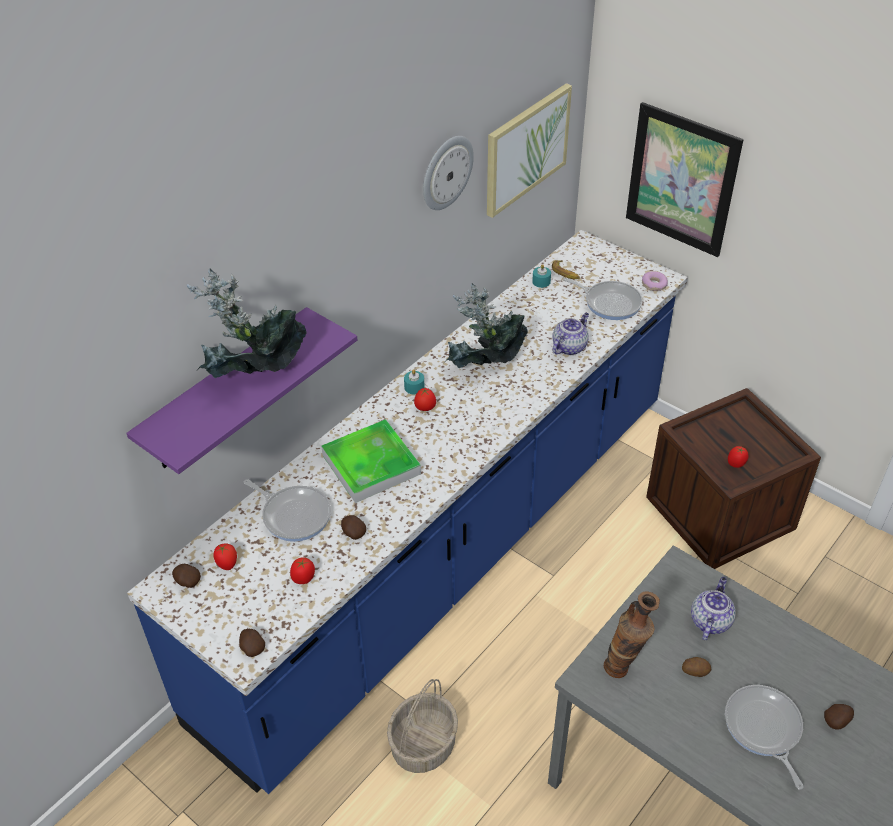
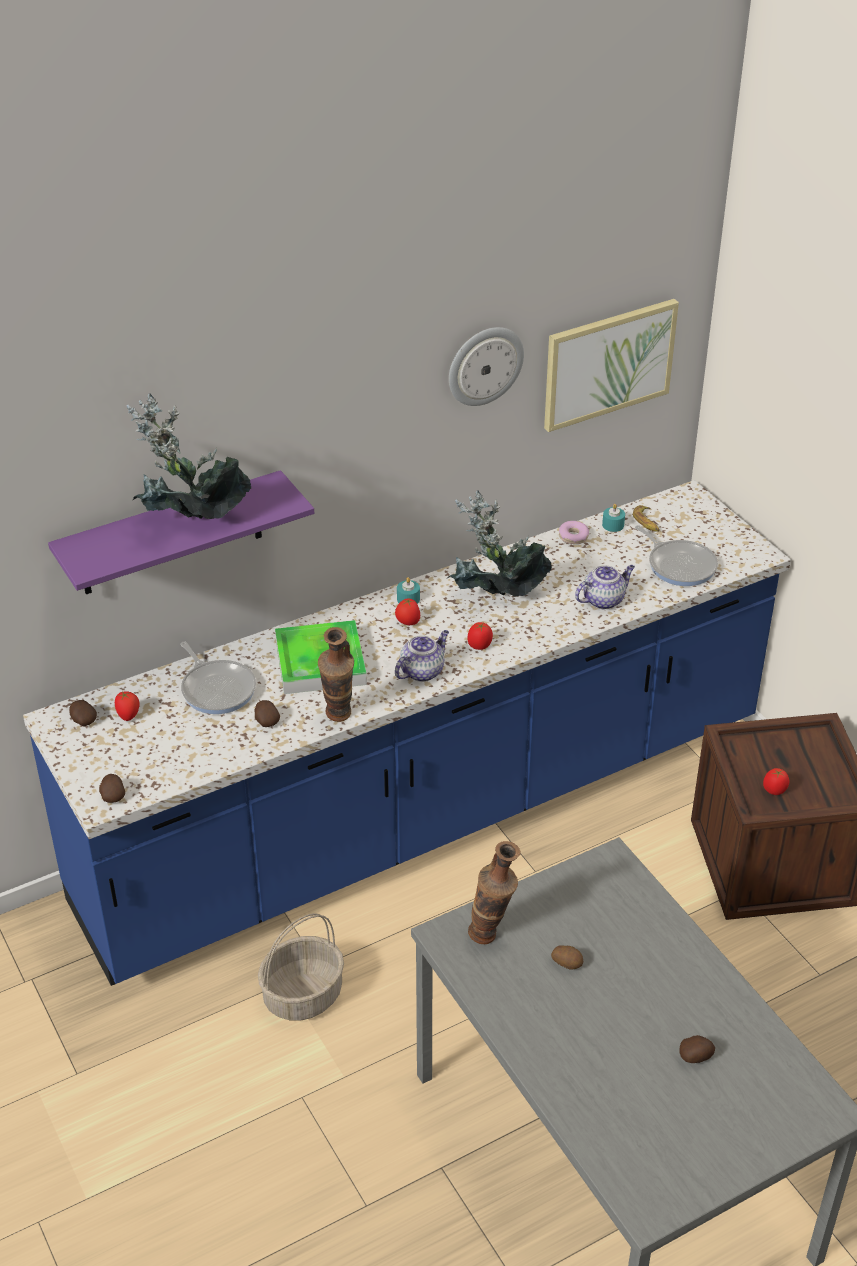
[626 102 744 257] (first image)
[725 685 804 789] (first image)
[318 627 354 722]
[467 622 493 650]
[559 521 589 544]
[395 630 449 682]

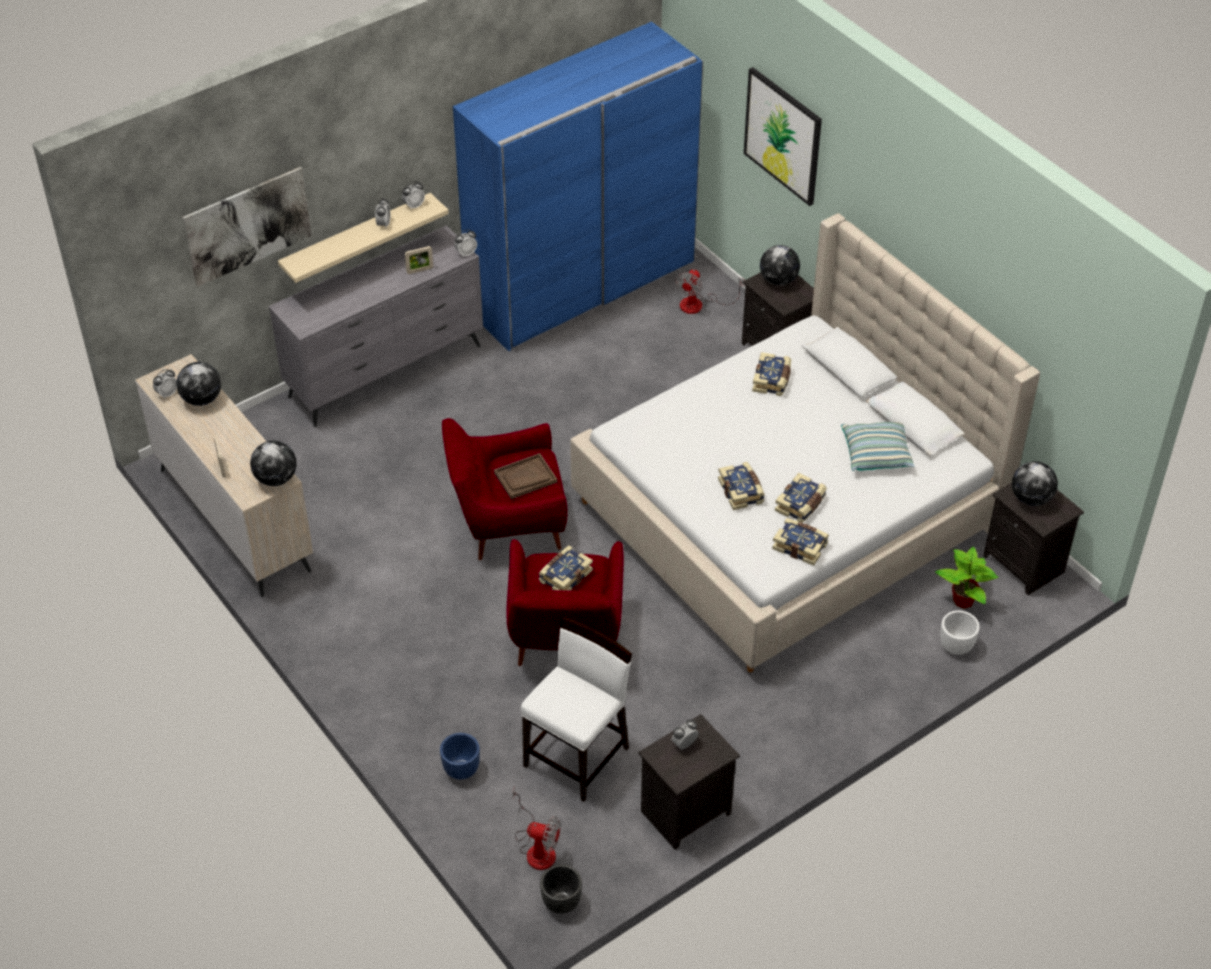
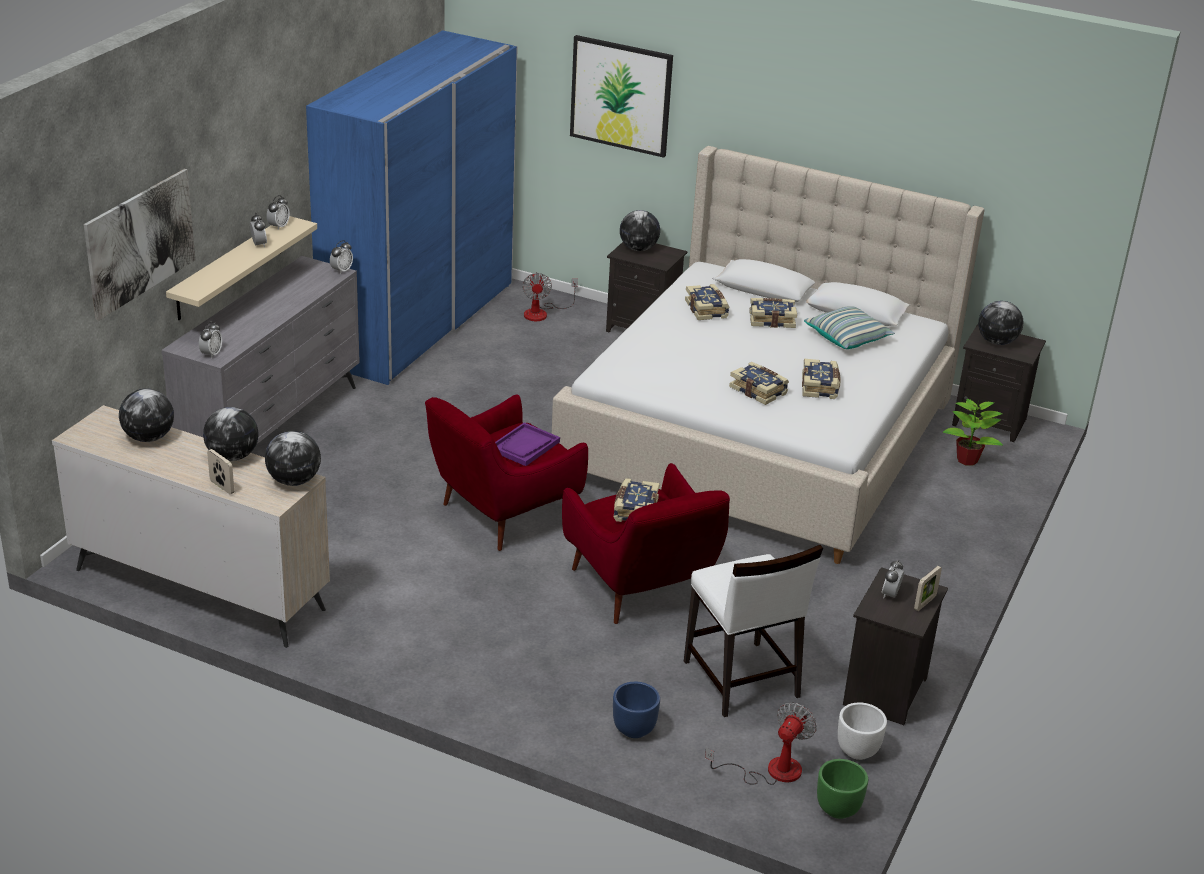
[203 407 259 461]
[199 321 222 359]
[914 566 942 611]
[749 298 797 328]
[838 702 887 760]
[495 422 560 466]
[817 759 868 819]
[705 702 817 785]
[684 545 823 717]

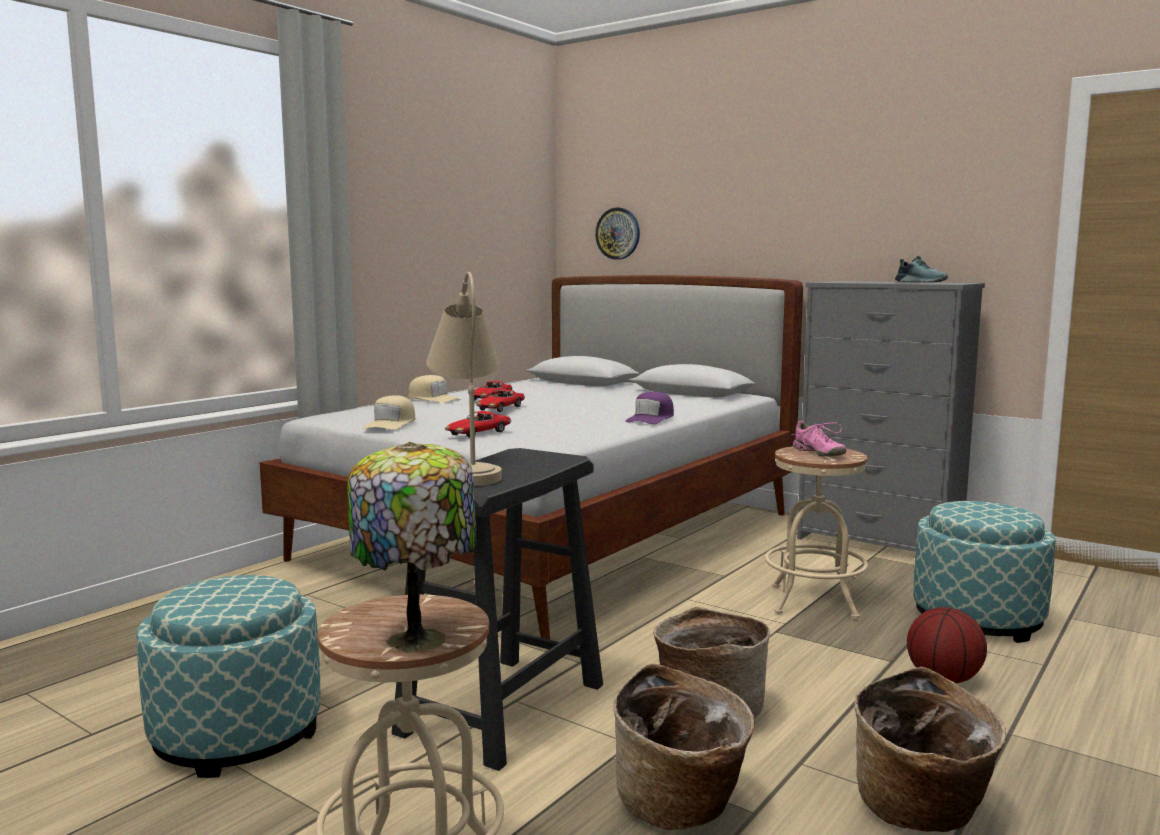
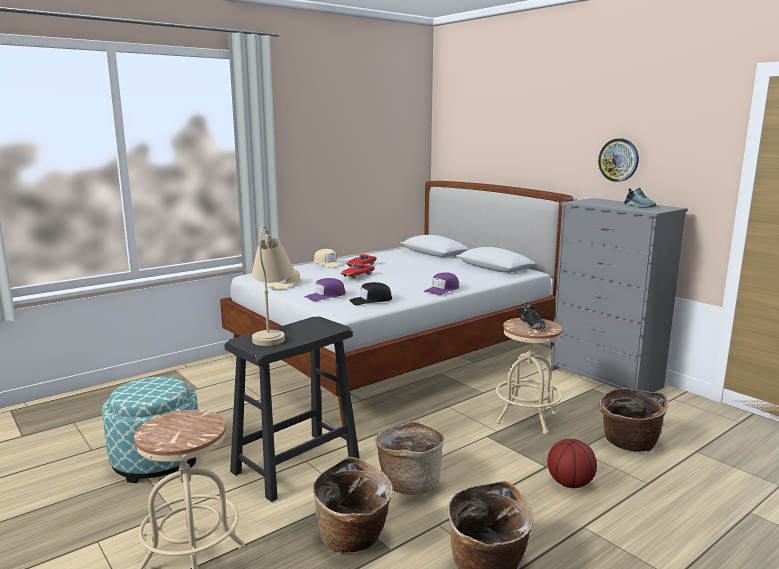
[347 442 476 653] (first image)
[350 282 392 305]
[598 138 639 182]
[305 278 346 301]
[599 388 668 452]
[516 302 548 329]

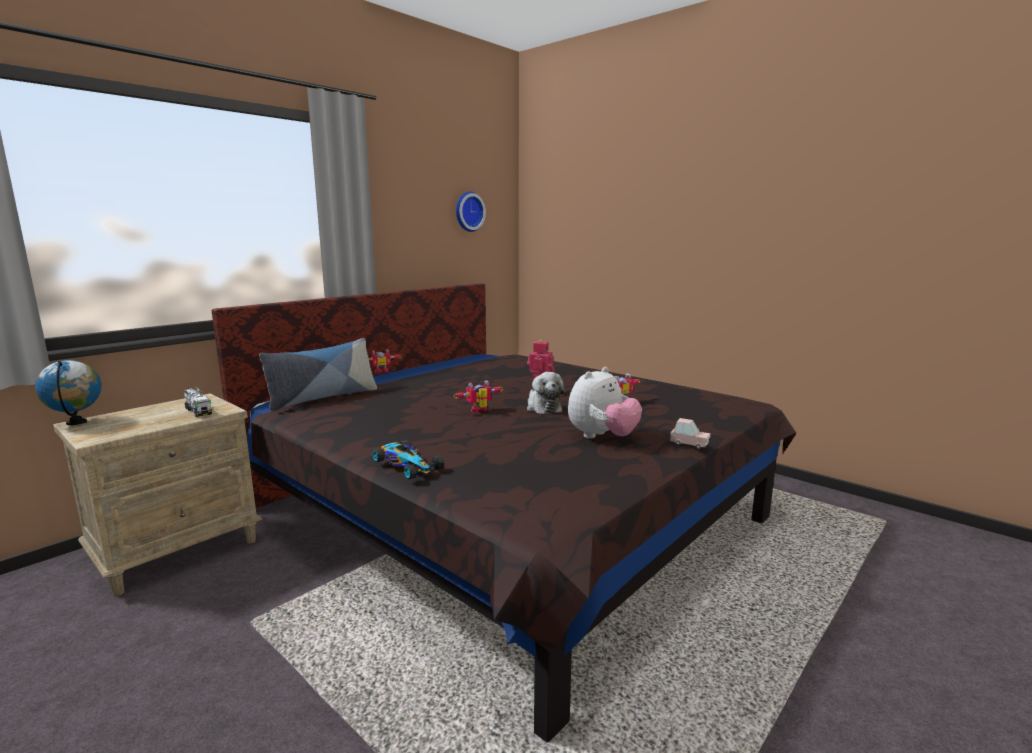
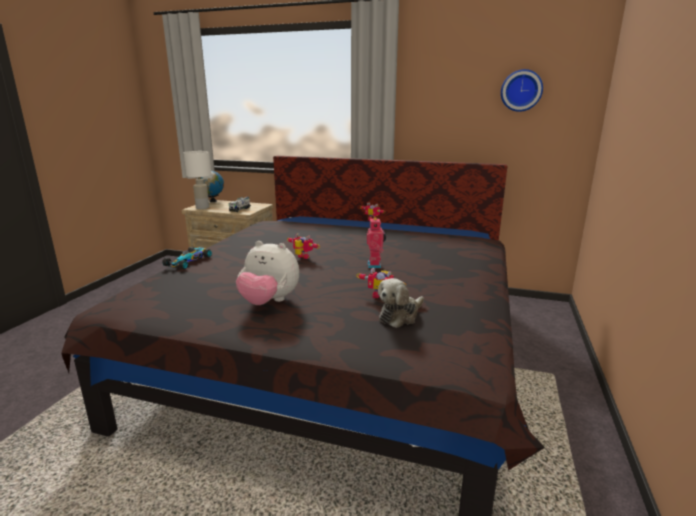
[259 338 377 411] (first image)
[670 418 710 449] (first image)
[184 151 212 209]
[378 278 424 328]

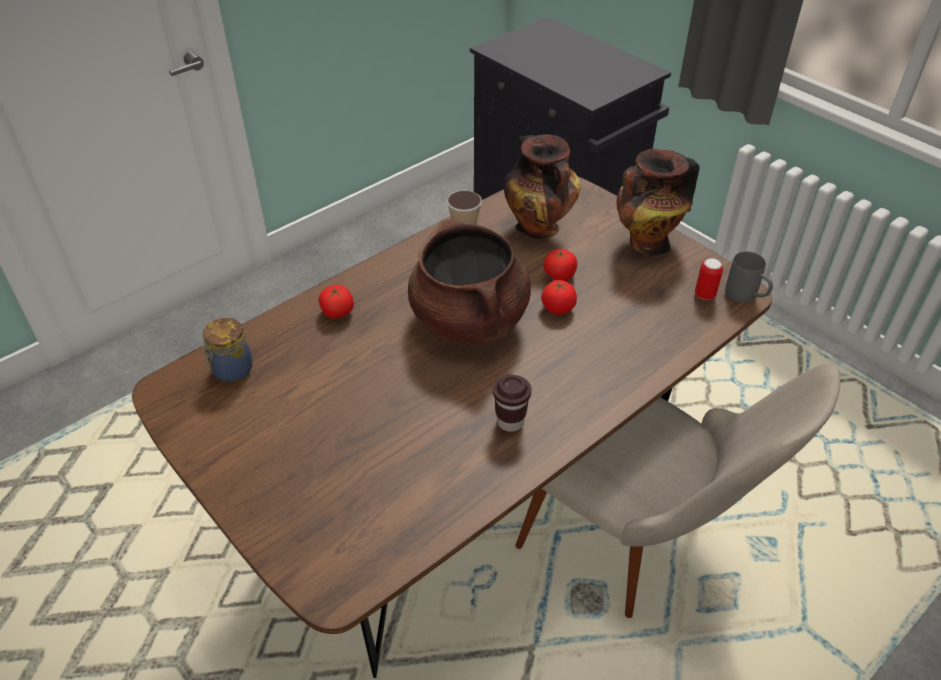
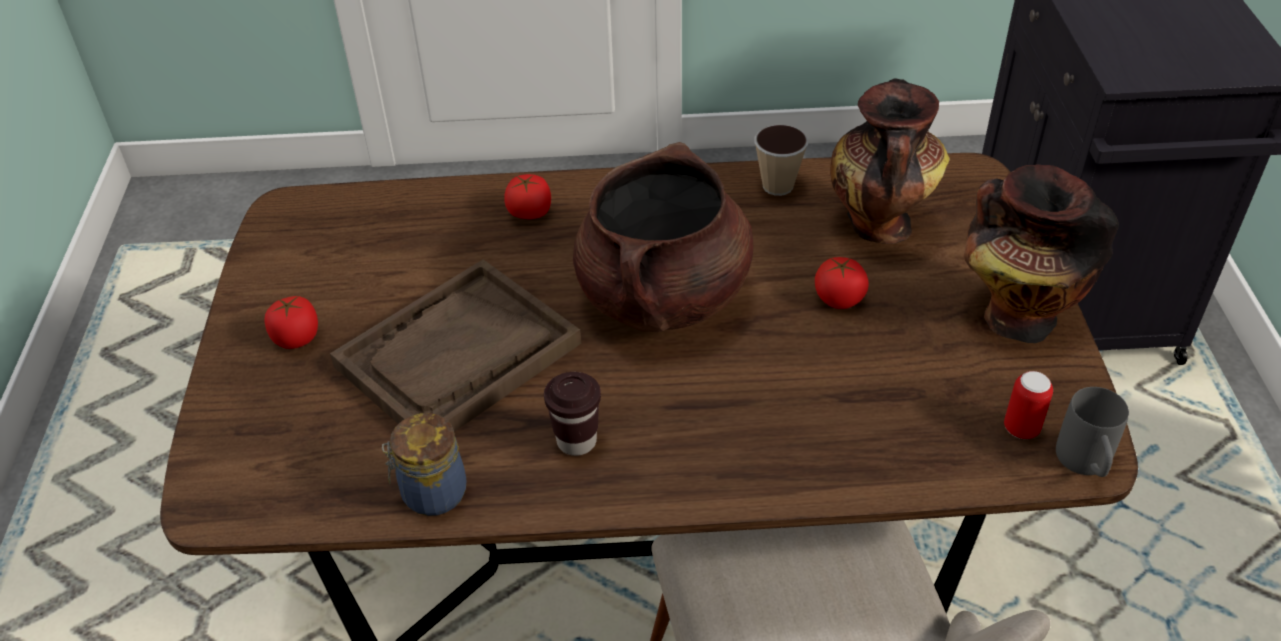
[330 259 581 432]
[382 413 467 516]
[264 296 318 349]

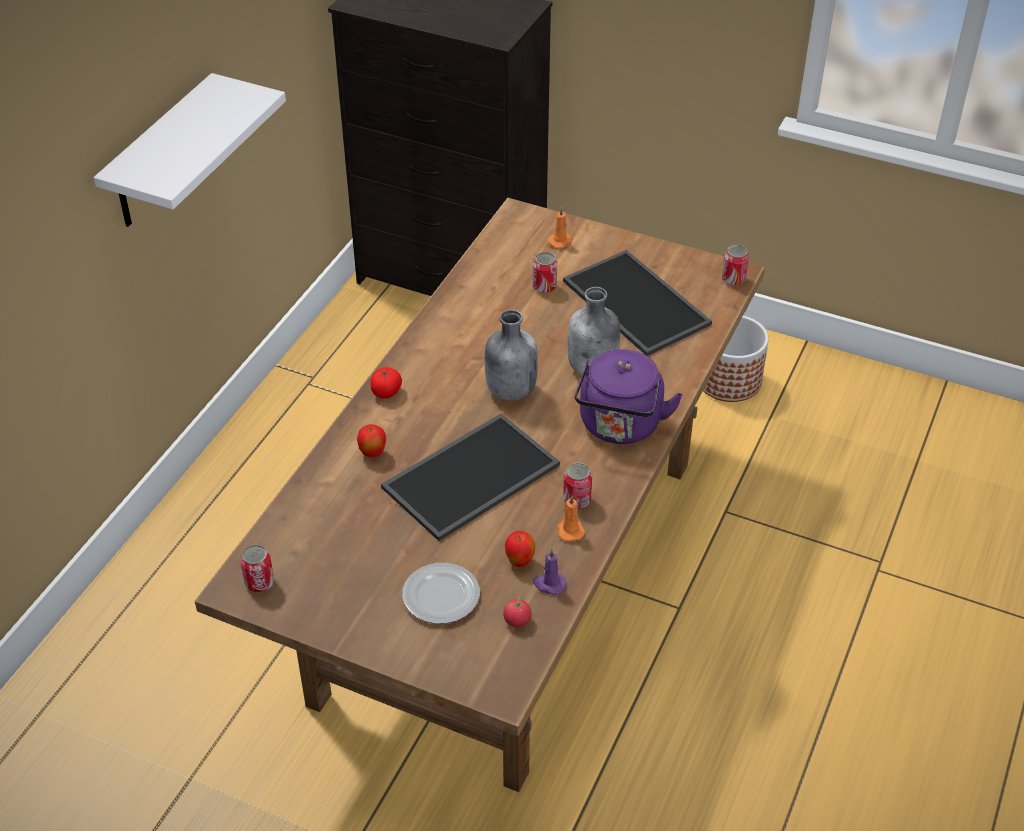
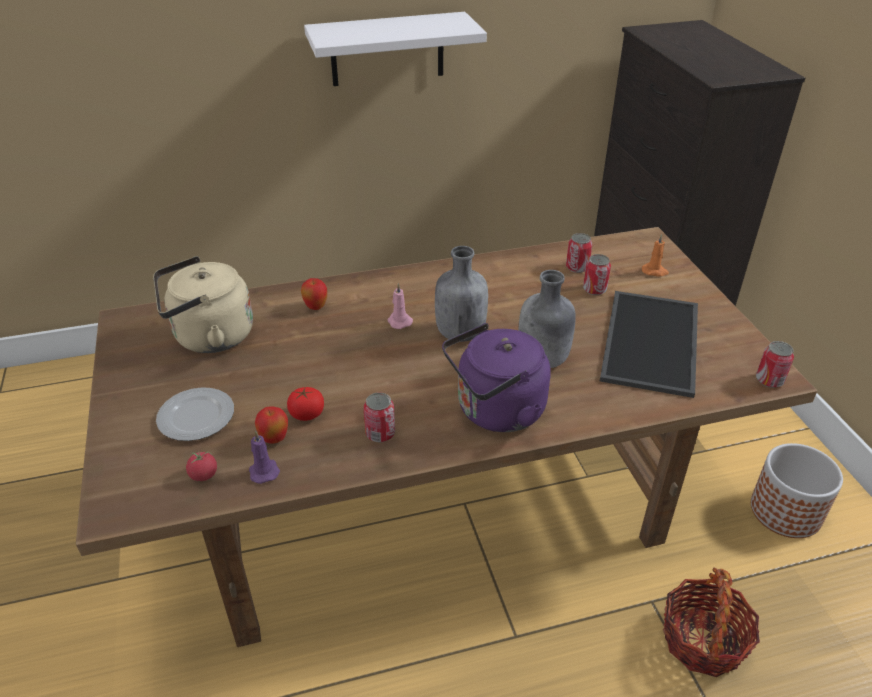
[381 414 560 541] (first image)
[557 495 585 542] (first image)
[153 256 253 353]
[387 283 413 329]
[663 568 760 677]
[566 233 592 273]
[287 387 324 421]

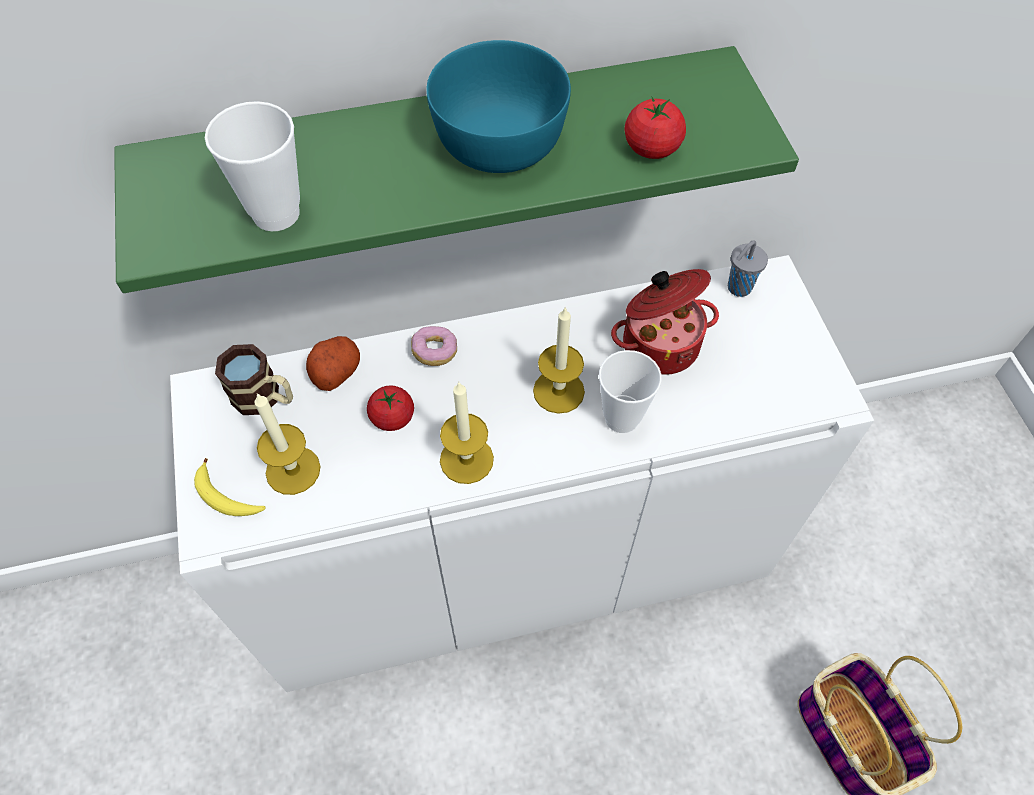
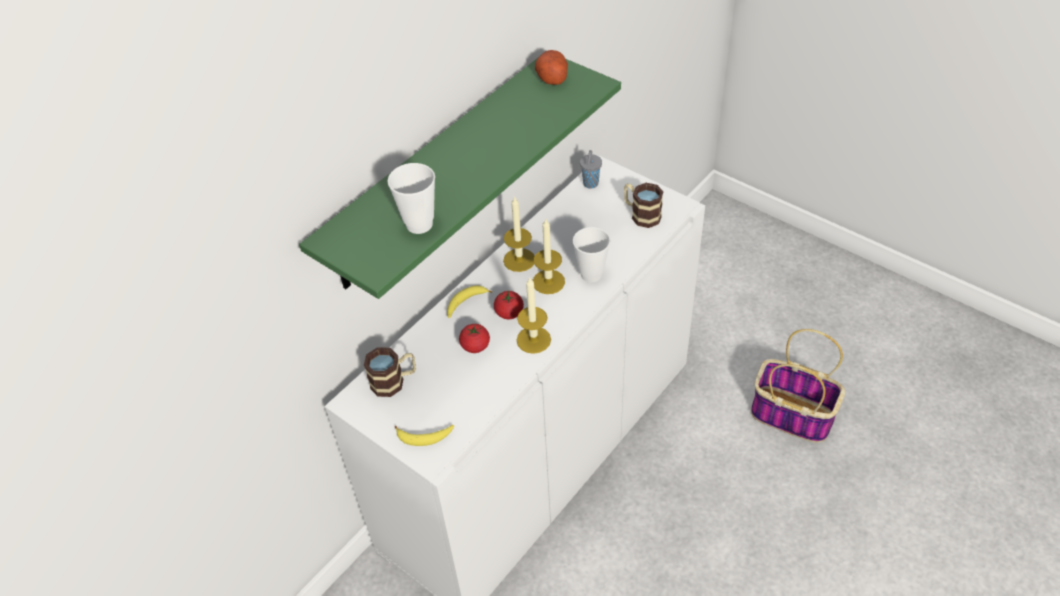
[426 40 571 173] (first image)
[611 269 719 375] (first image)
[624 183 663 228]
[503 196 535 272]
[535 50 568 85]
[494 290 524 319]
[447 286 492 318]

